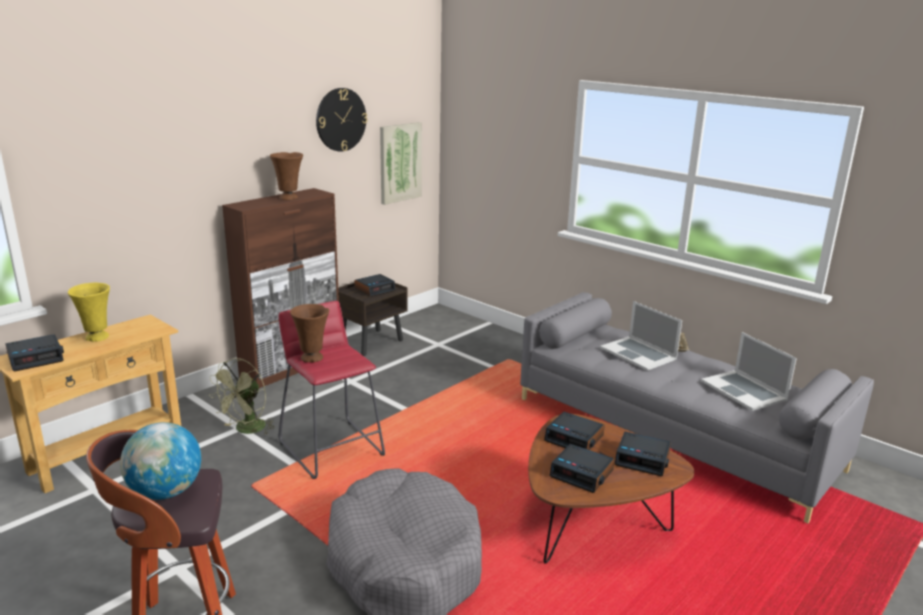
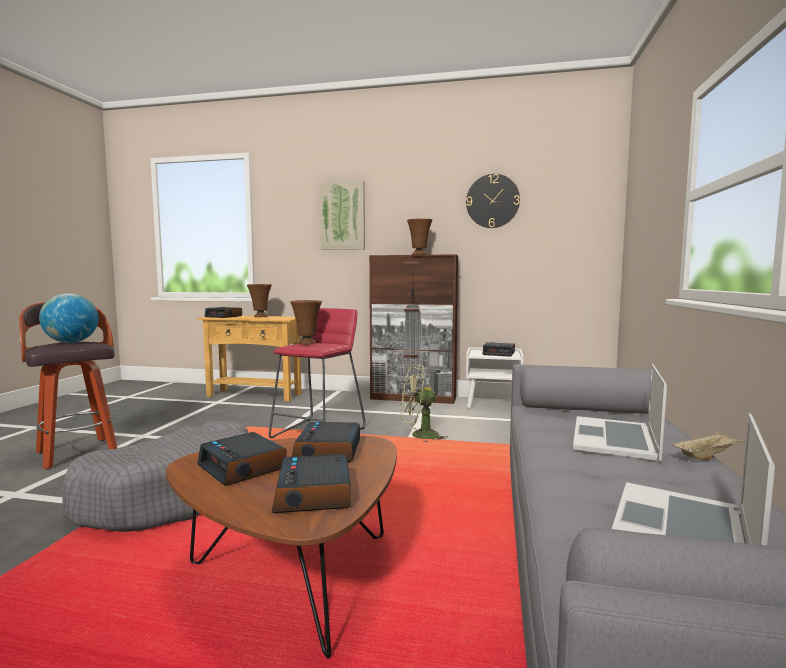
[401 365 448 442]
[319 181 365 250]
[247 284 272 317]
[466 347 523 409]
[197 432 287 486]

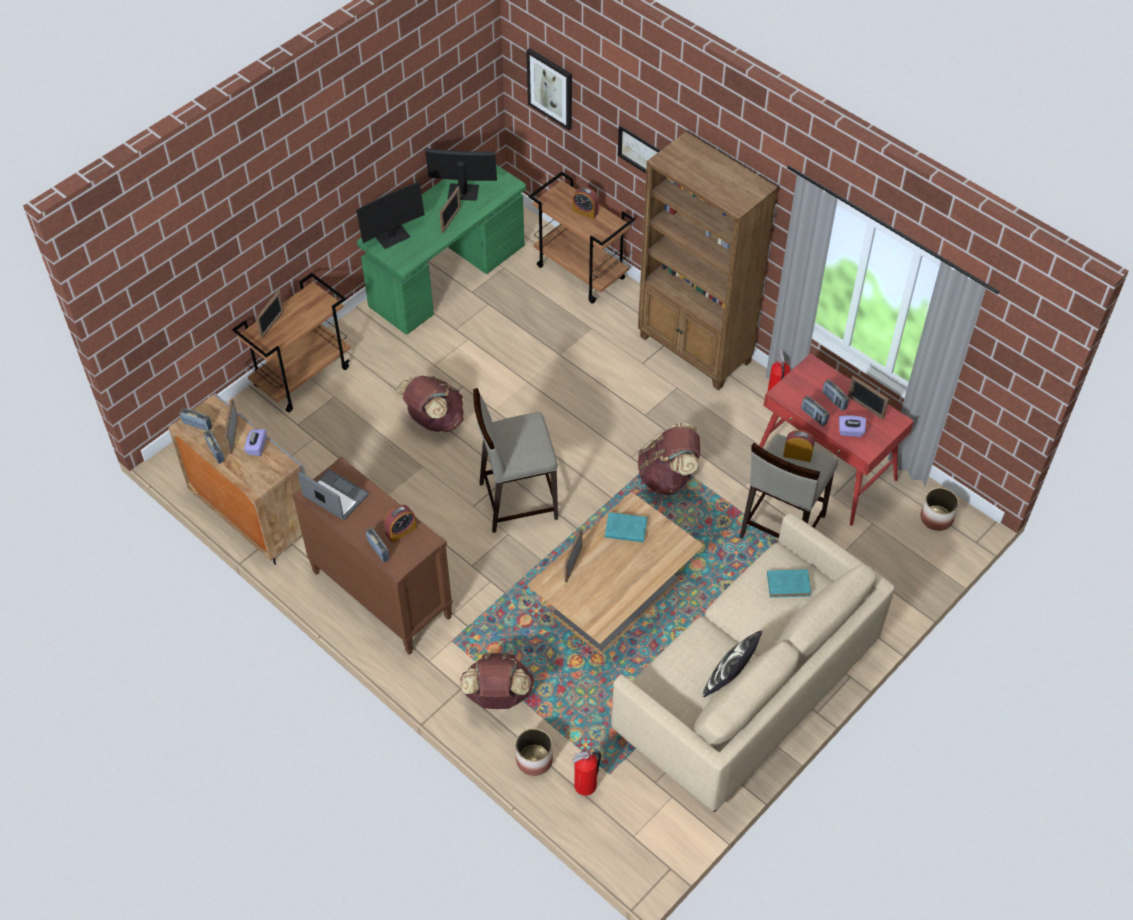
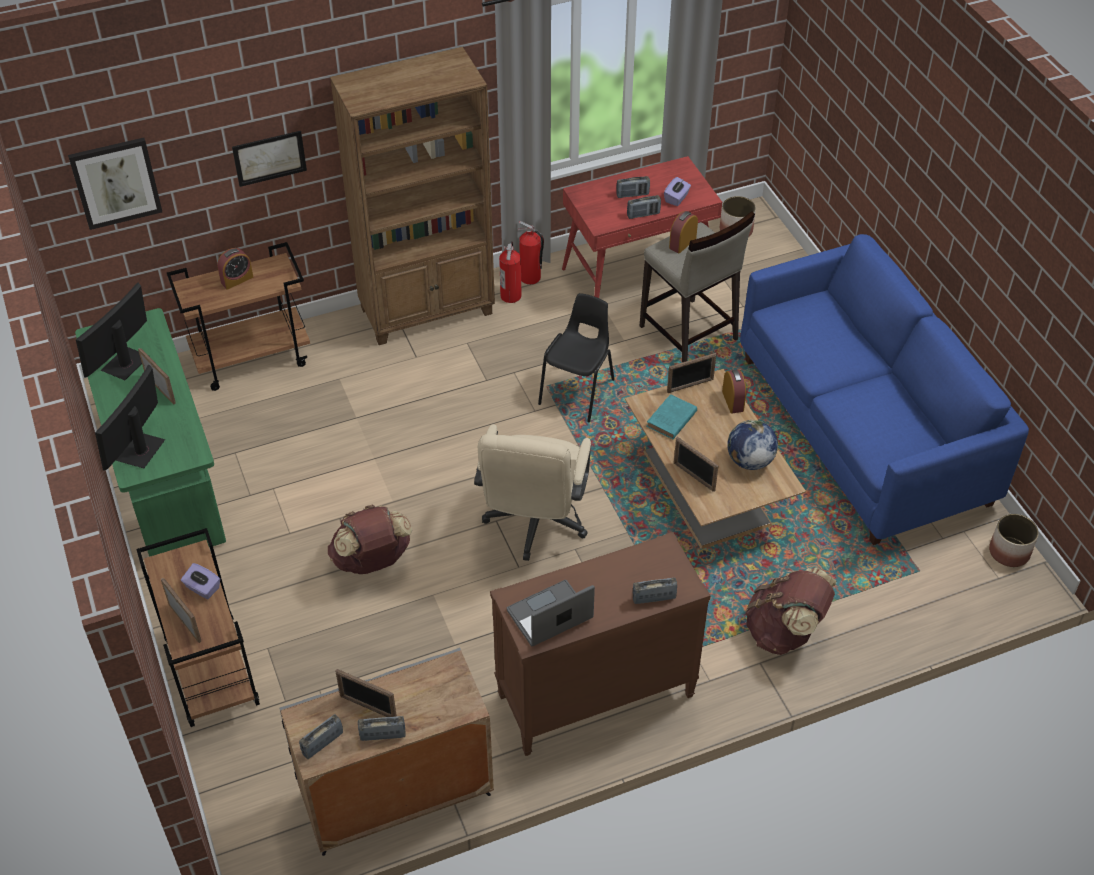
[702 630 762 697] (first image)
[767 569 811 598] (first image)
[727 420 778 470]
[181 563 220 599]
[722 369 746 414]
[989 514 1039 567]
[499 241 522 303]
[667 353 716 393]
[474 424 591 561]
[538 293 615 422]
[740 234 1029 545]
[95 365 165 471]

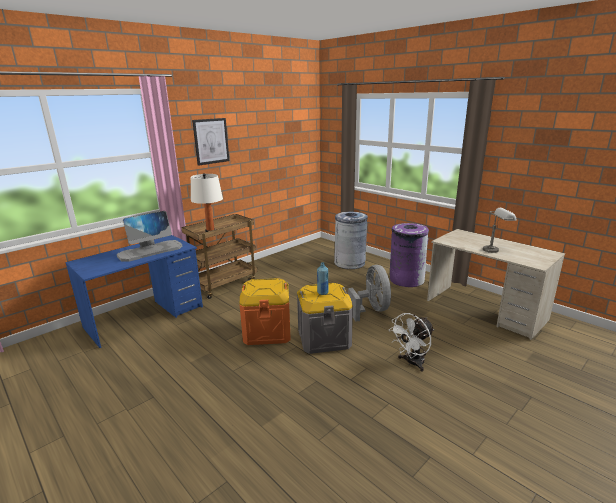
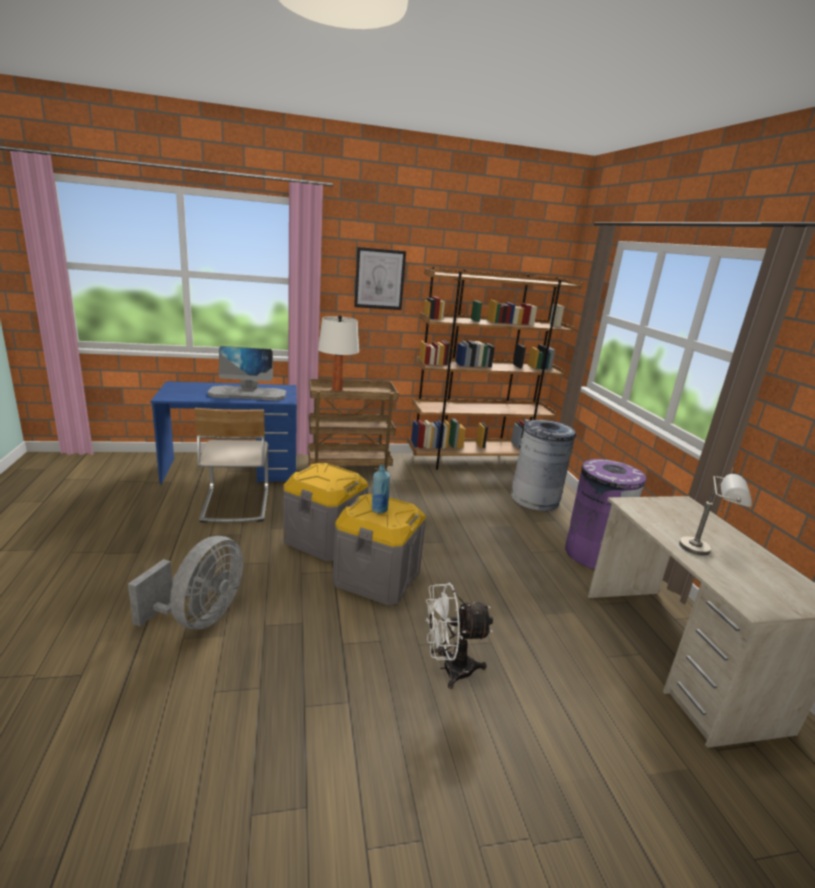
[194 408 268 523]
[408 267 583 470]
[128 536 243 630]
[283 463 369 561]

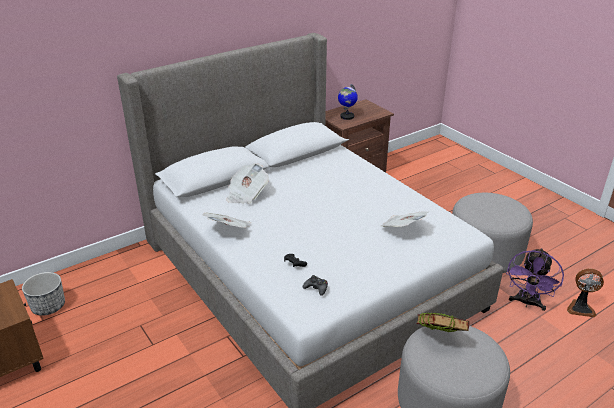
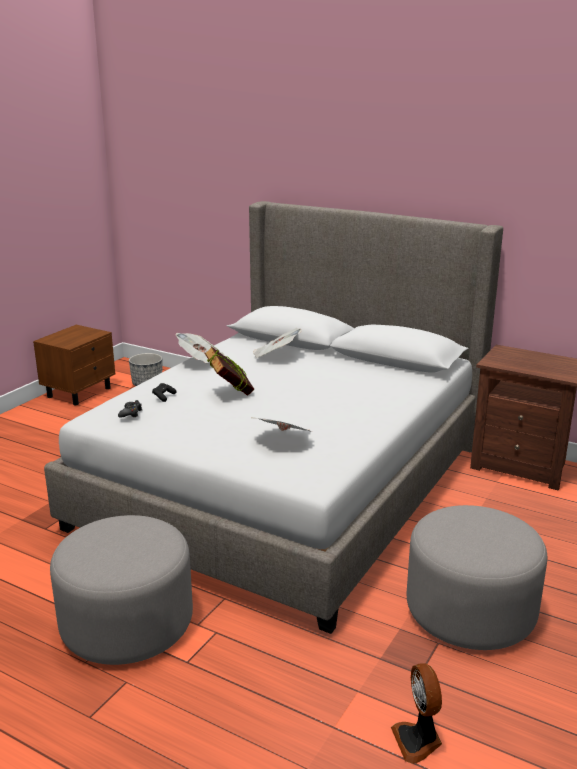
[338 84 358 120] (first image)
[506 248 564 311] (first image)
[204 346 254 396]

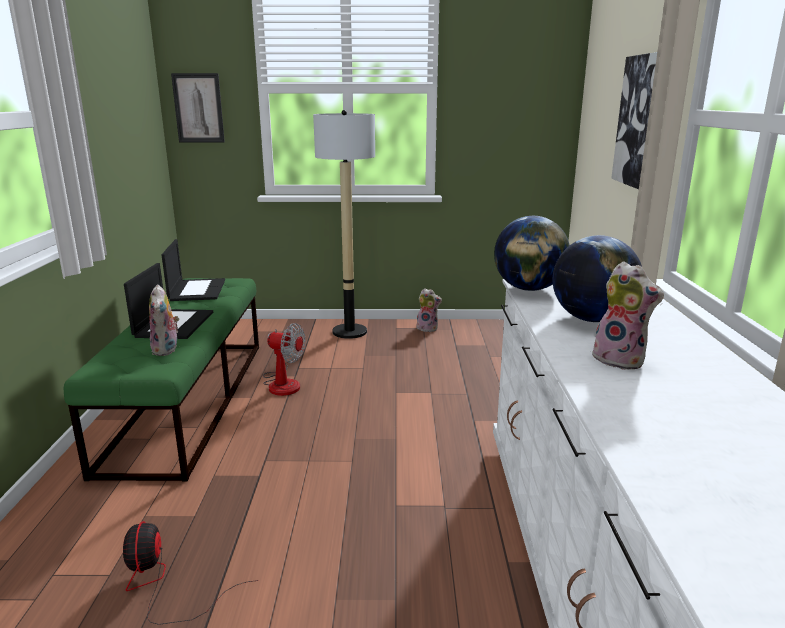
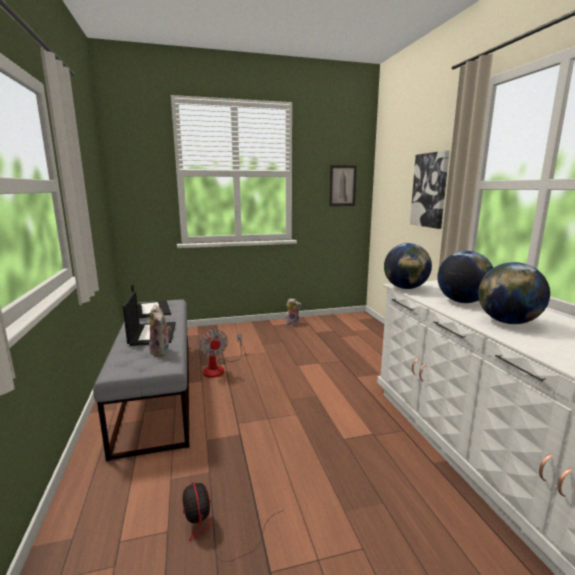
[313 110 375 339] (first image)
[329 165 357 206]
[478 262 550 324]
[93 300 189 461]
[200 329 242 378]

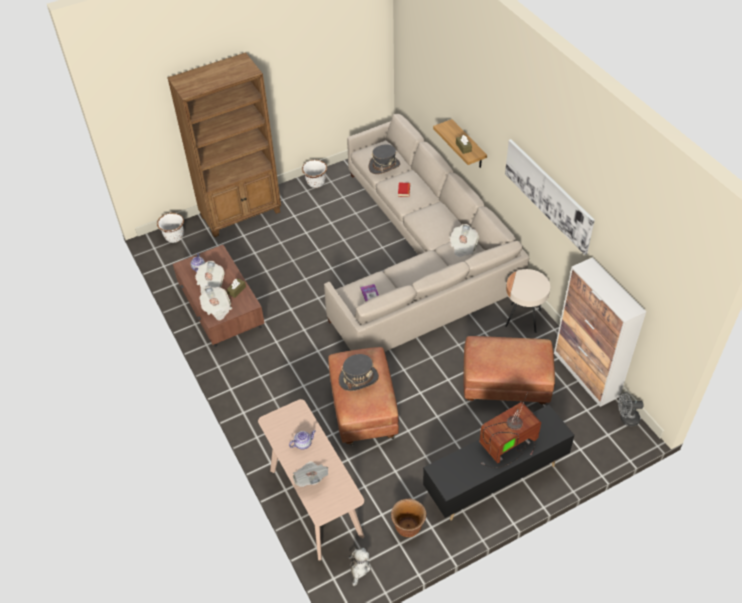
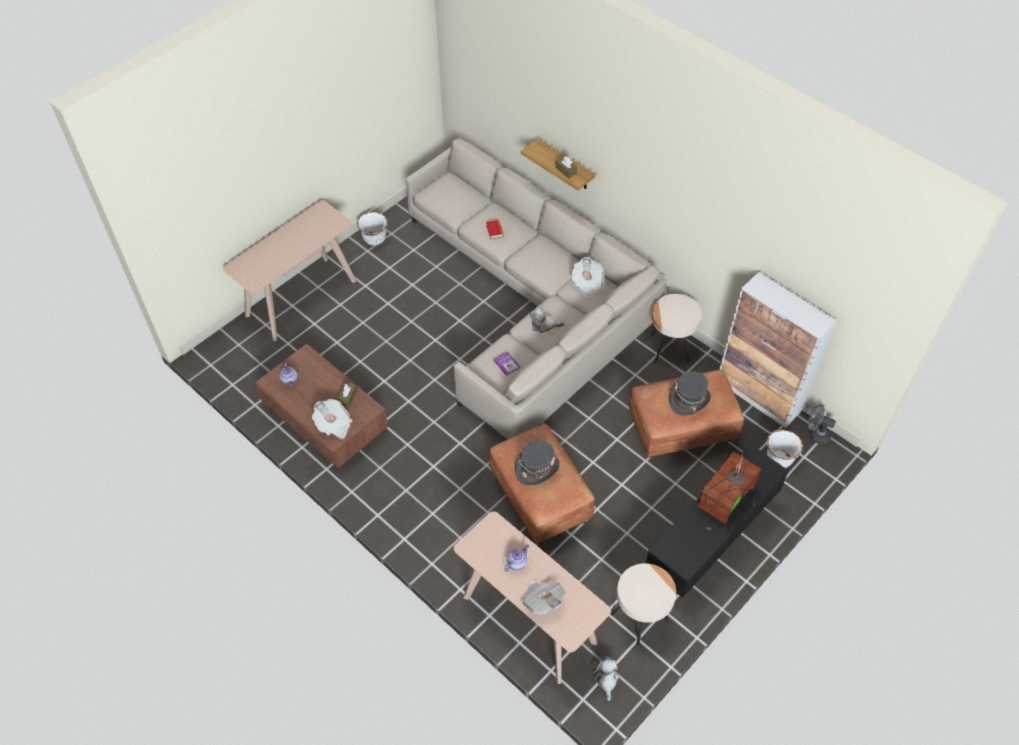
[195 261 225 294] (first image)
[505 139 595 255] (first image)
[530 307 564 333]
[766 429 803 468]
[669 371 711 416]
[223 201 356 341]
[611 563 676 646]
[808 404 836 444]

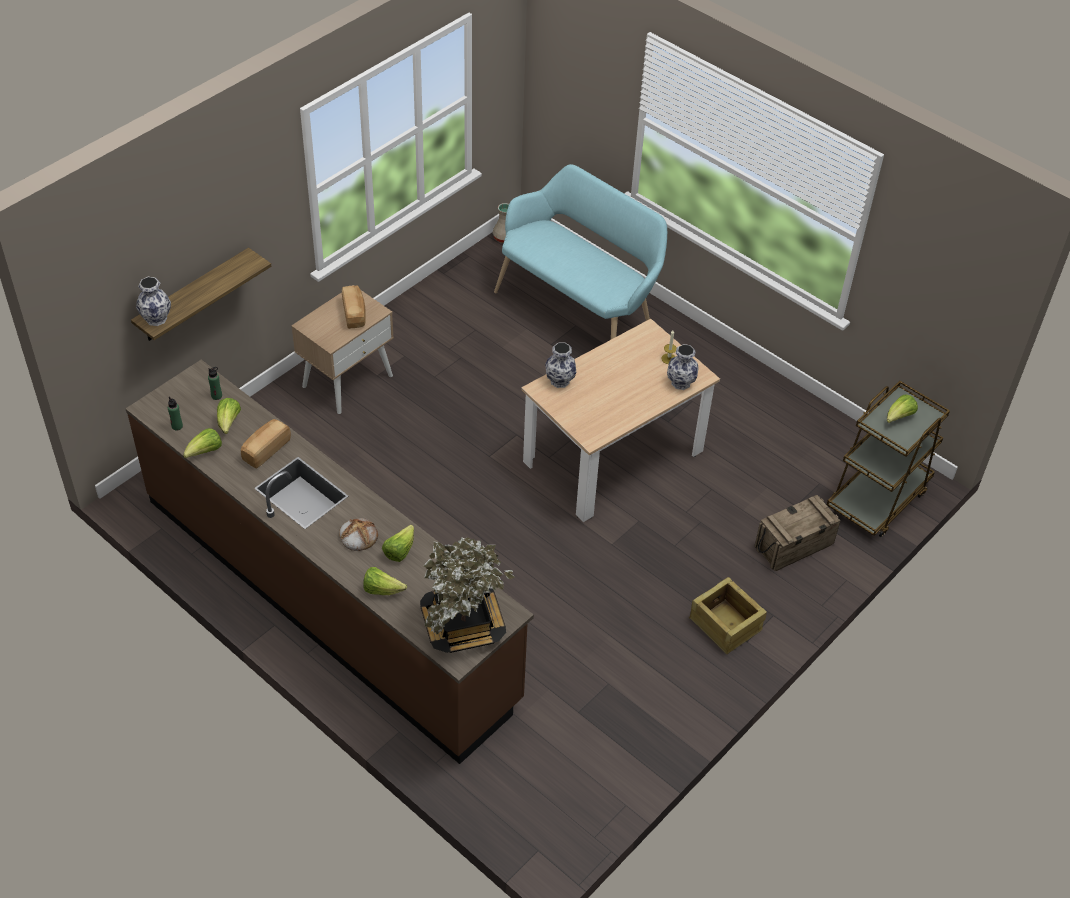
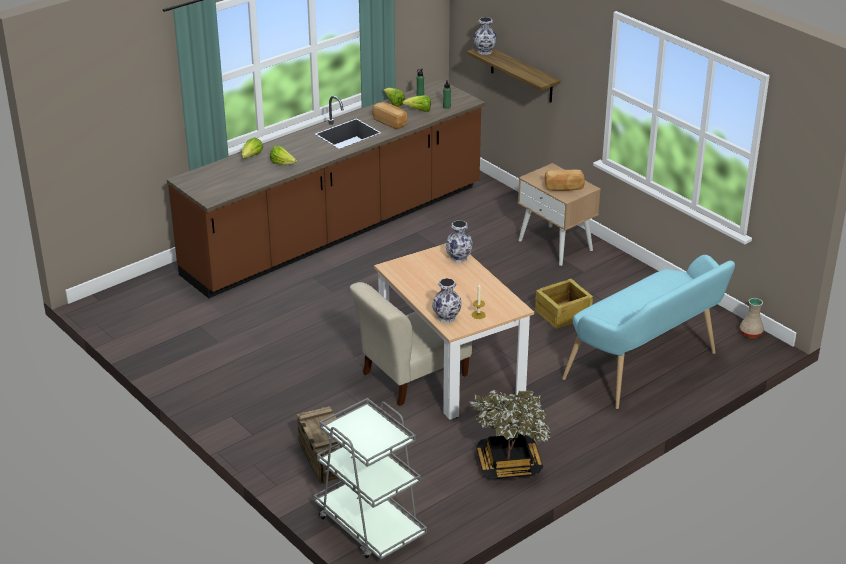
[339 518 378 551] (first image)
[887 395 918 423] (first image)
[350 282 472 406]
[469 390 551 479]
[535 279 593 329]
[314 398 427 560]

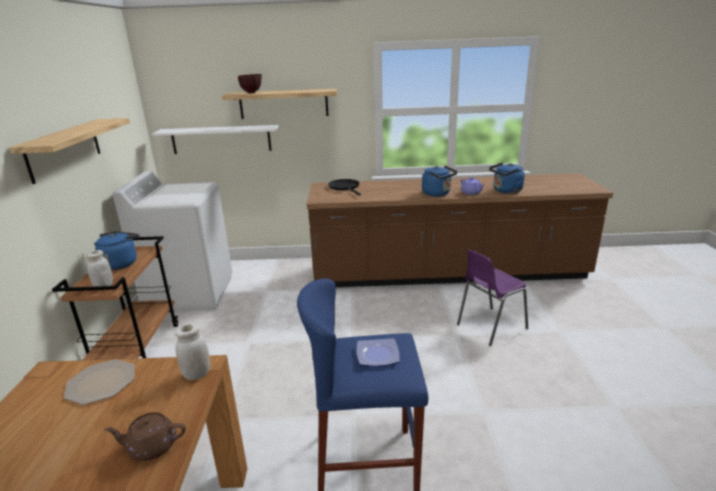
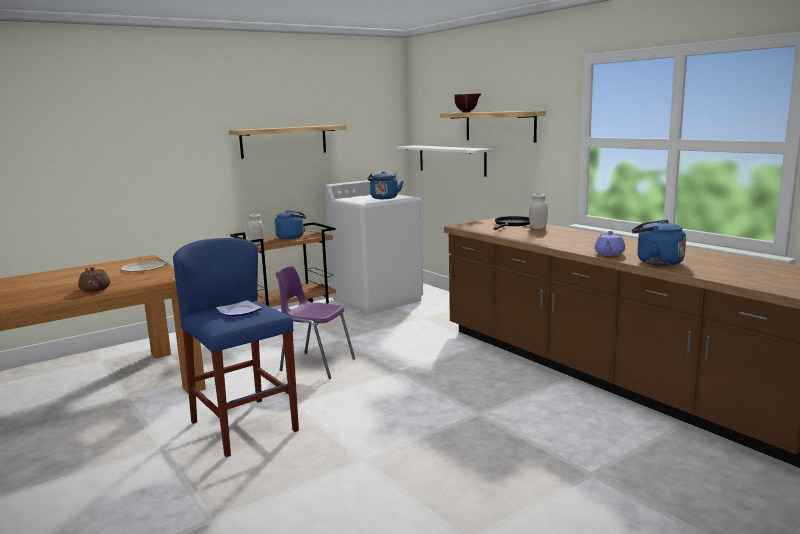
[529 194 548 229]
[367 171 403 199]
[276 266 355 379]

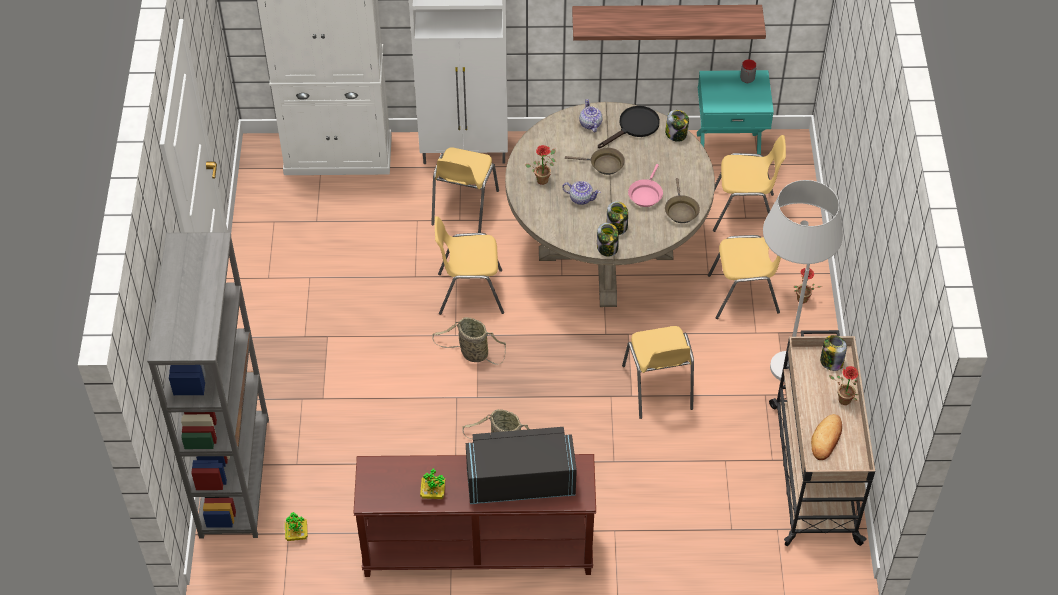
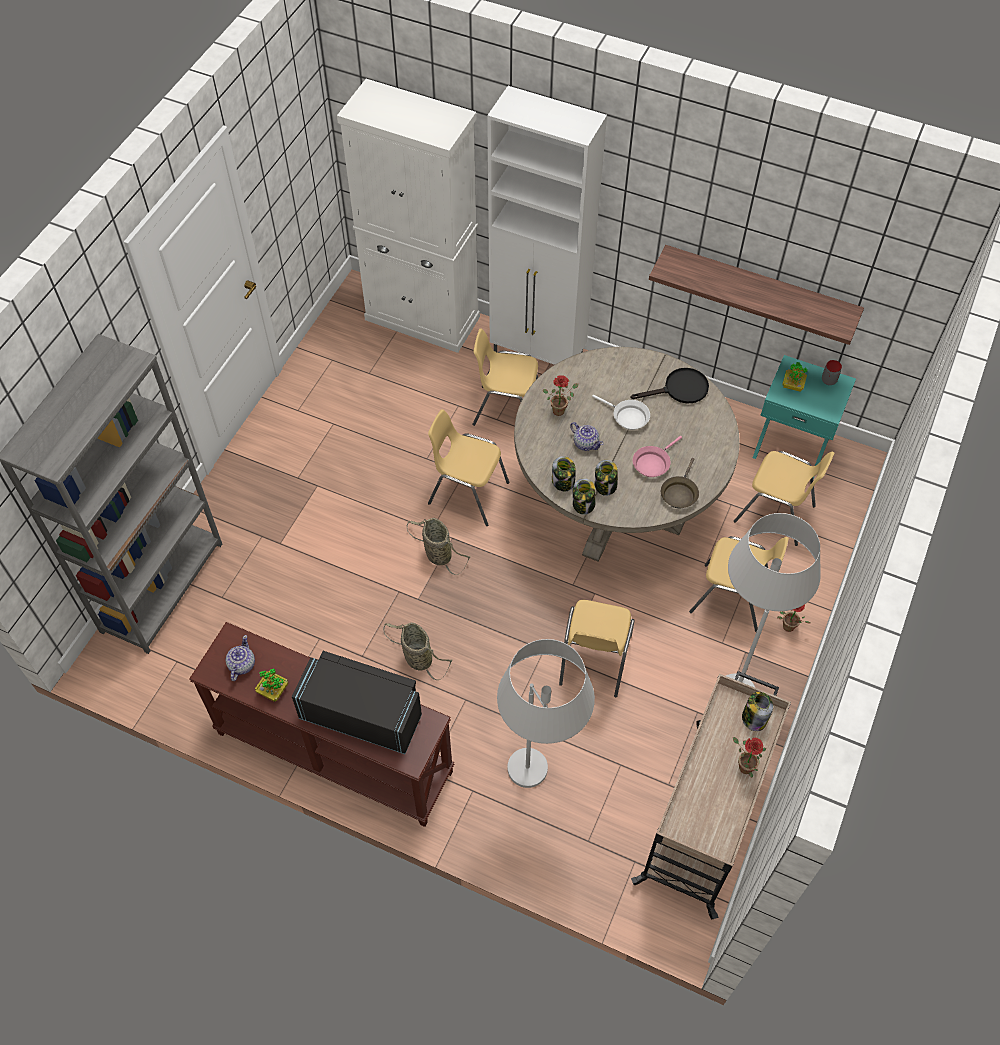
[811 414 842 460] (first image)
[497 639 595 788]
[782 362 808 392]
[226 635 255 681]
[552 456 576 491]
[592 395 650 430]
[472 329 538 426]

